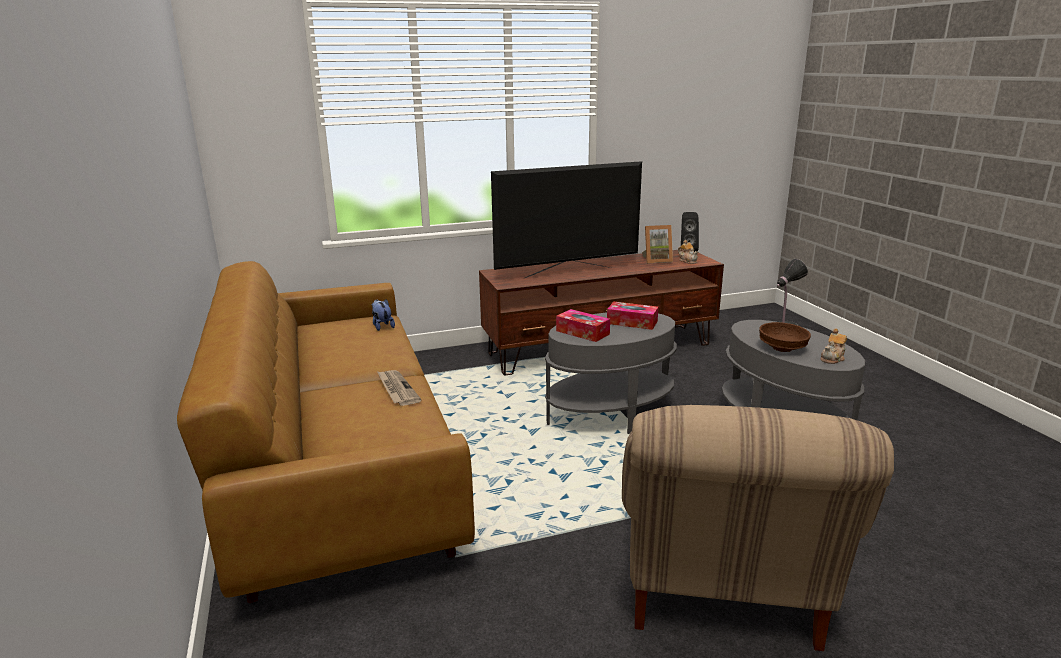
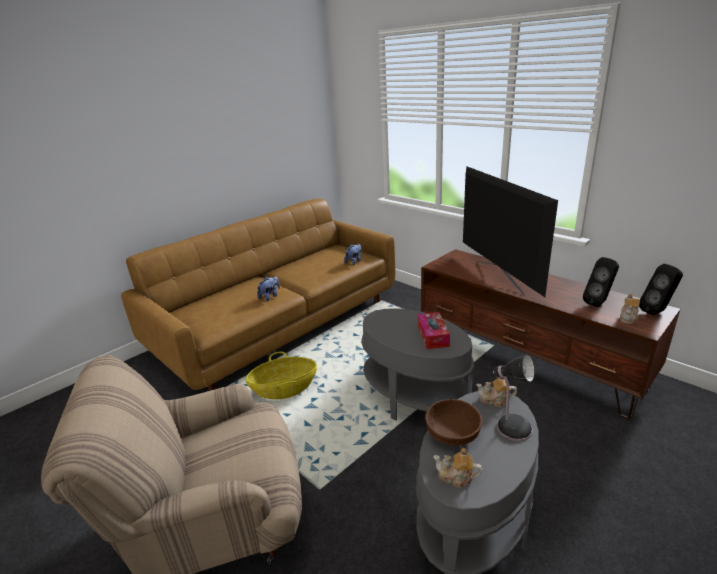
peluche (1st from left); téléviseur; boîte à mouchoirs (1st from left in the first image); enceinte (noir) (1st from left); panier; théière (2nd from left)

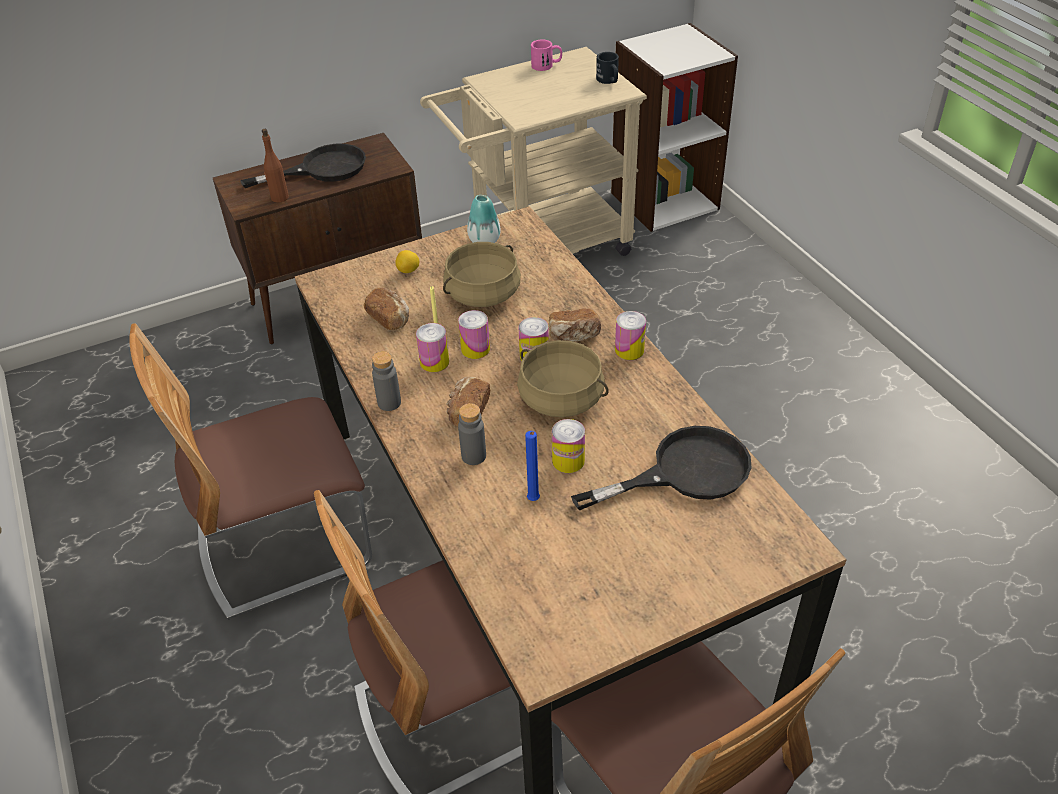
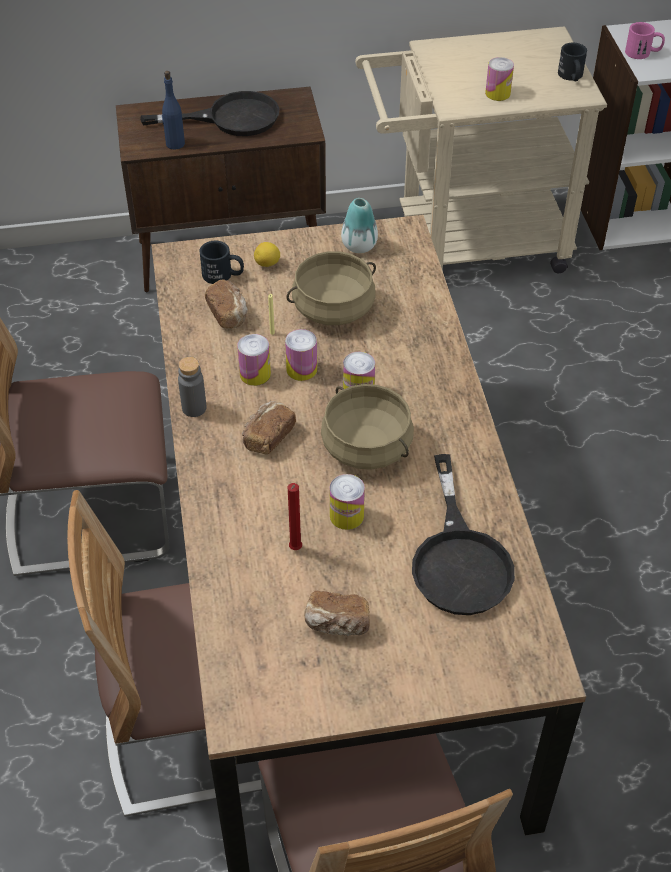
bouteille (bleu); bouteille (gris) (2nd from left in the first image); bougie (rouge); mug (rose); pain (3rd from left); poêle (noir) (2nd from left); boîte métallique (5th from left); mug (noir) (1st from left)

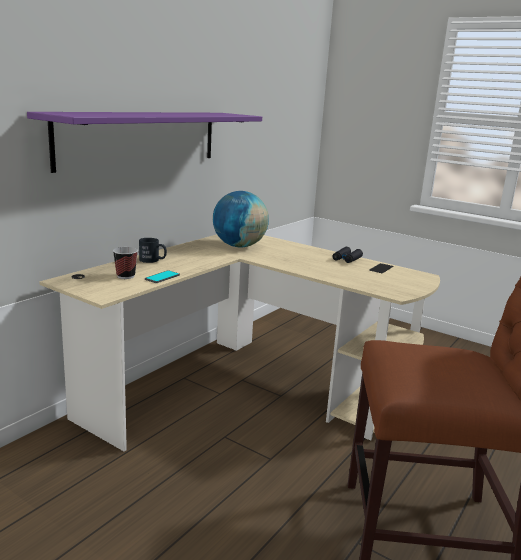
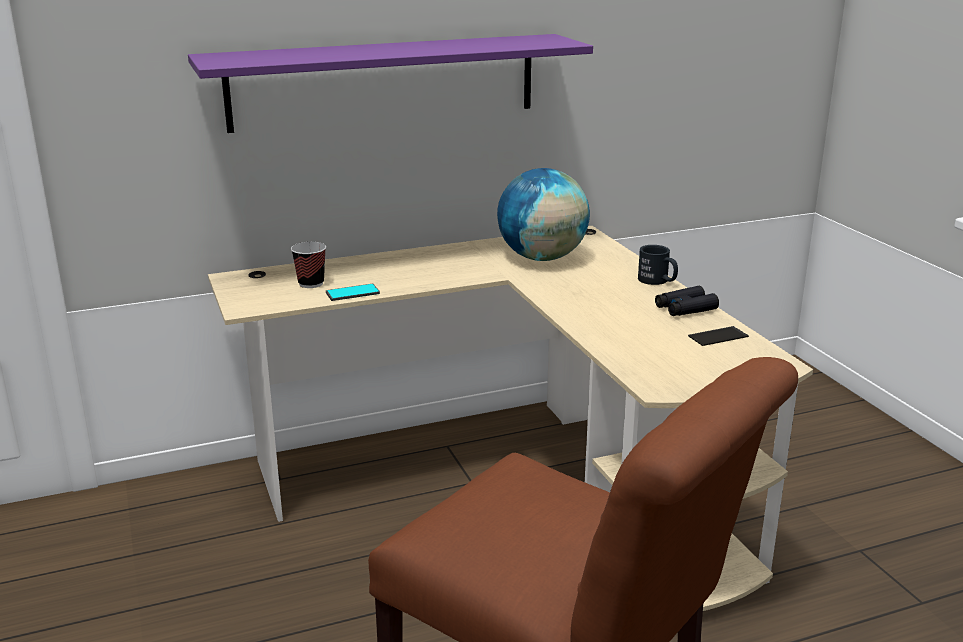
mug (noir)

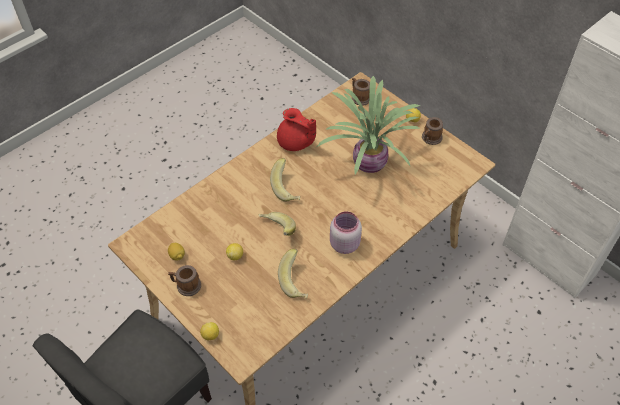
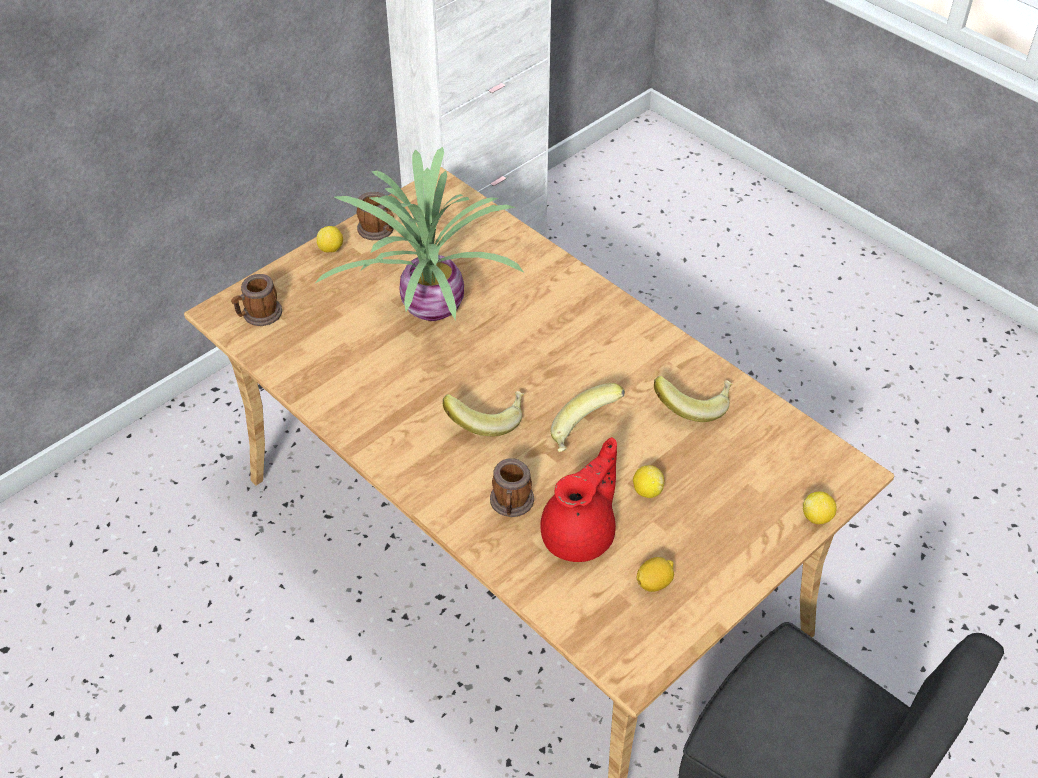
mug (3rd from left); théière (rouge); bocal (rose)

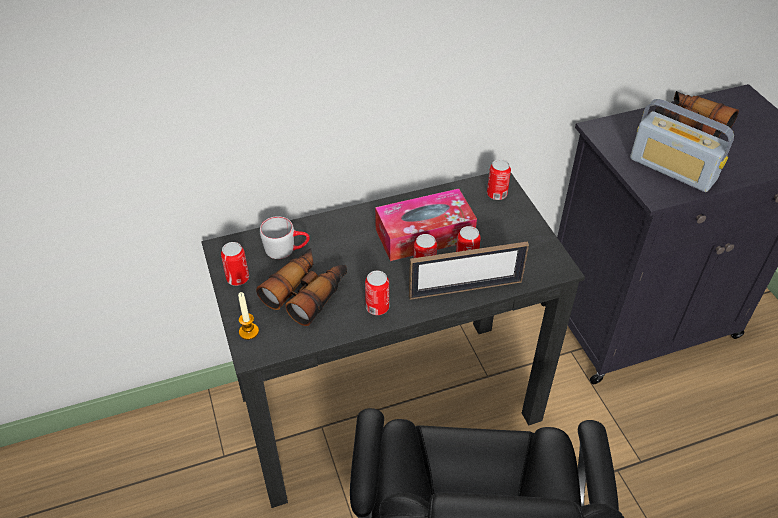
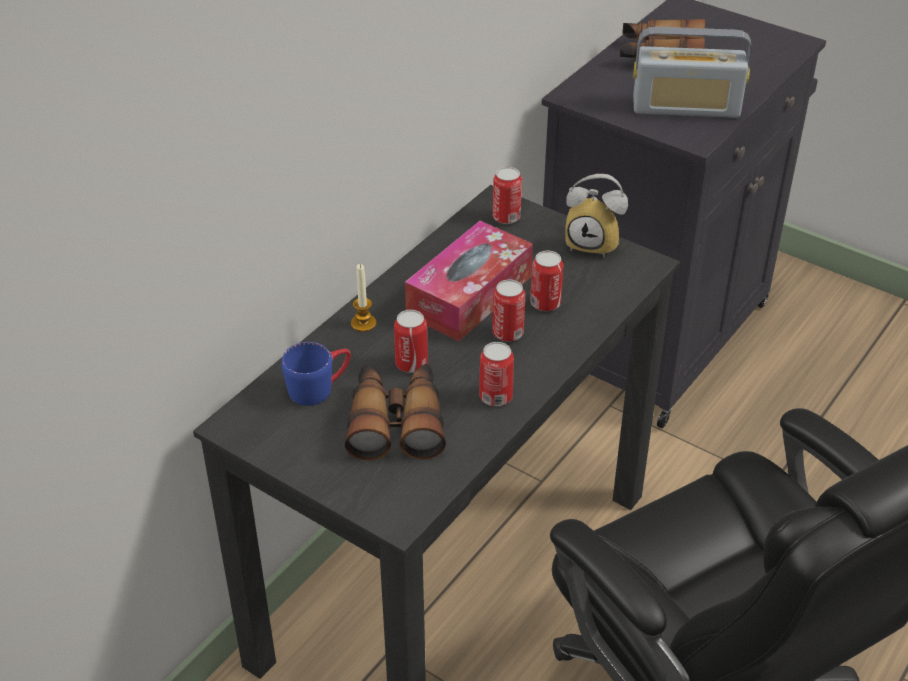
boîte métallique (1st from left); bougie; mug (bleu); cadre photo; réveil

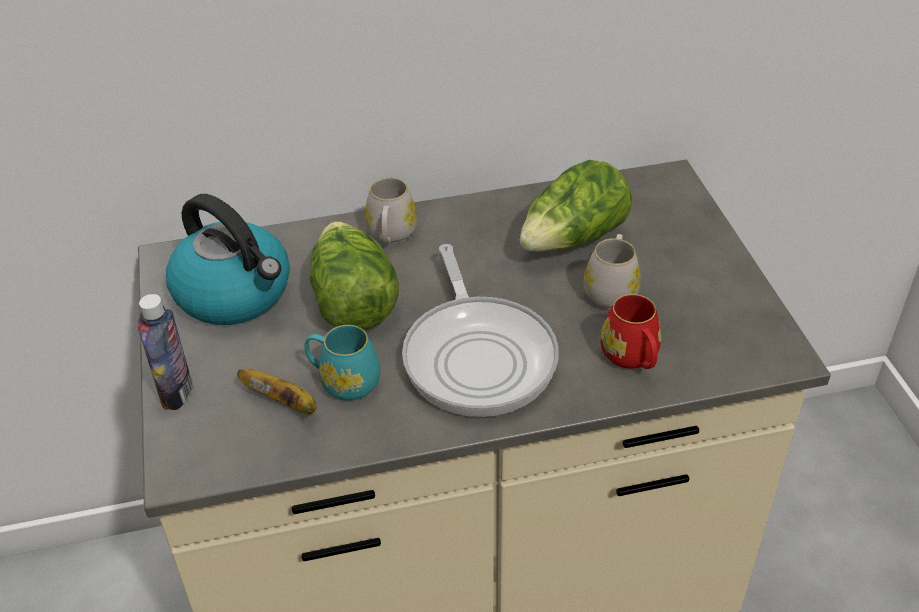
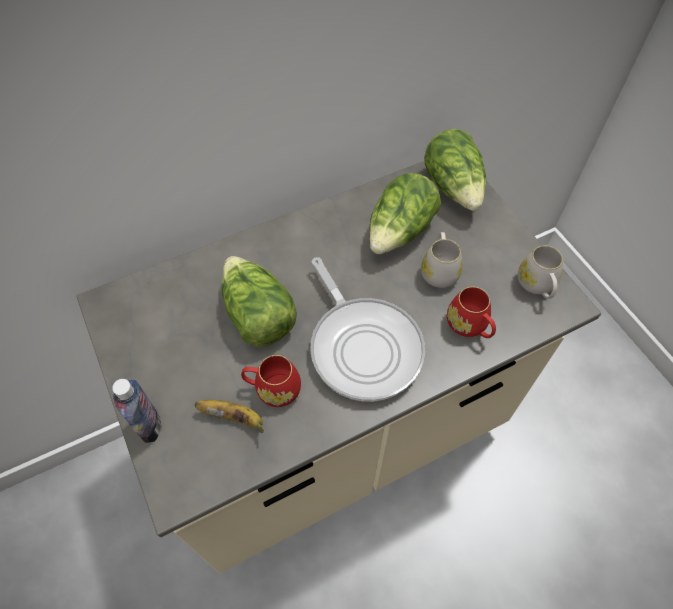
bouilloire; mug (rouge) (1st from left); mug (blanc) (2nd from left); laitue (3rd from left)

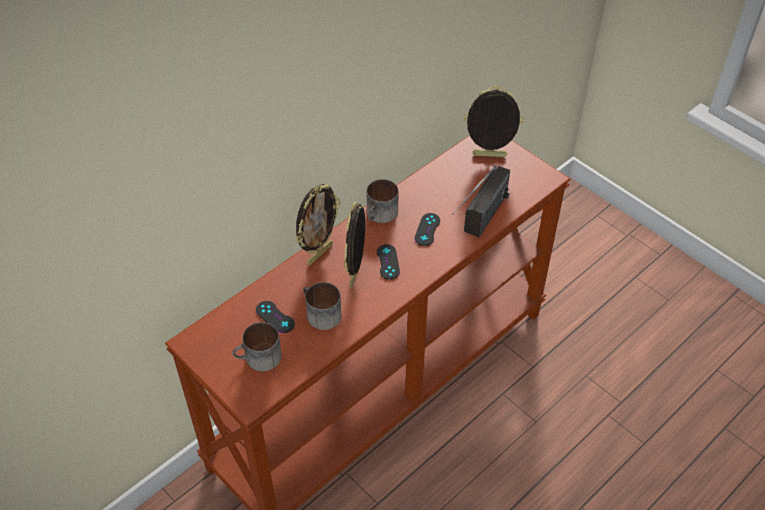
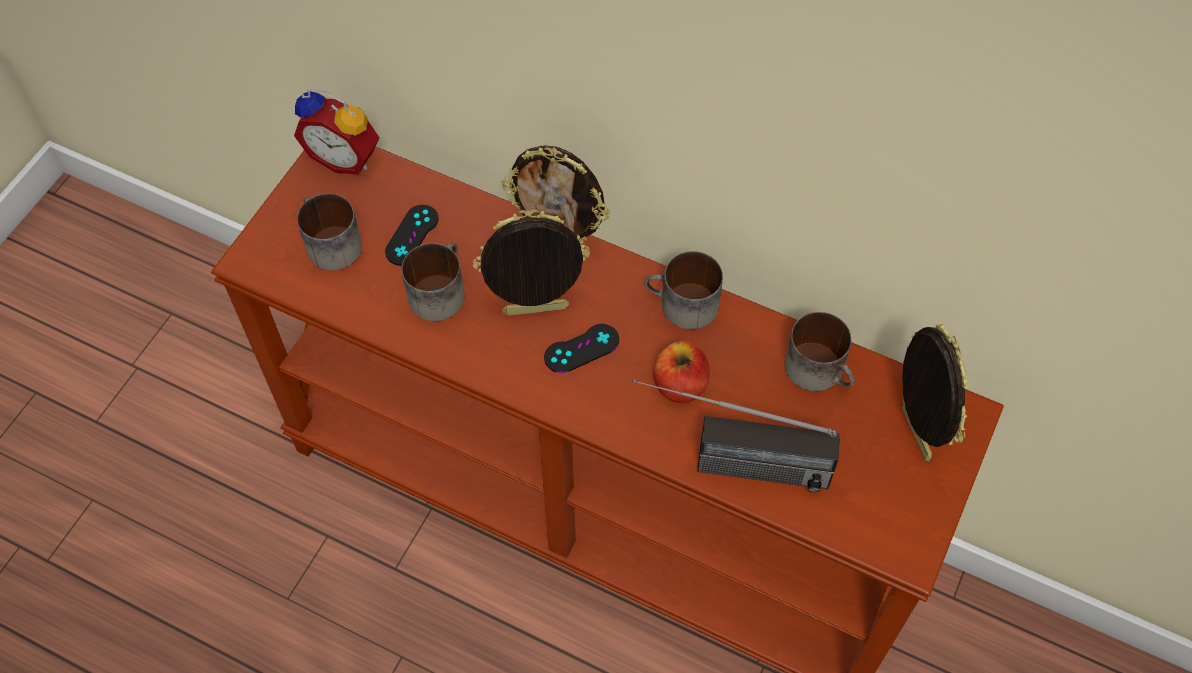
pomme; réveil; mug (4th from left)

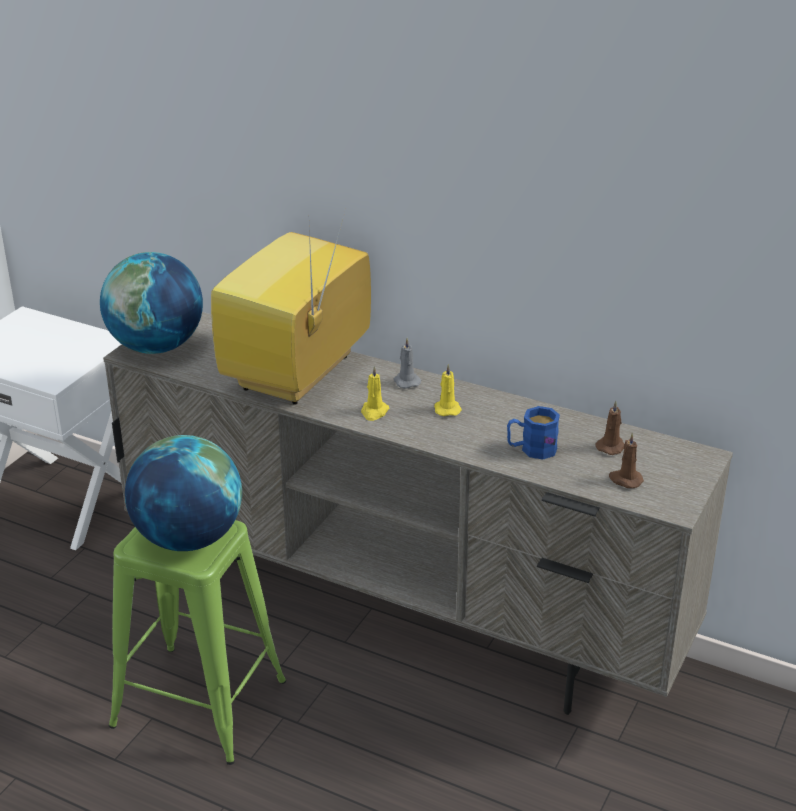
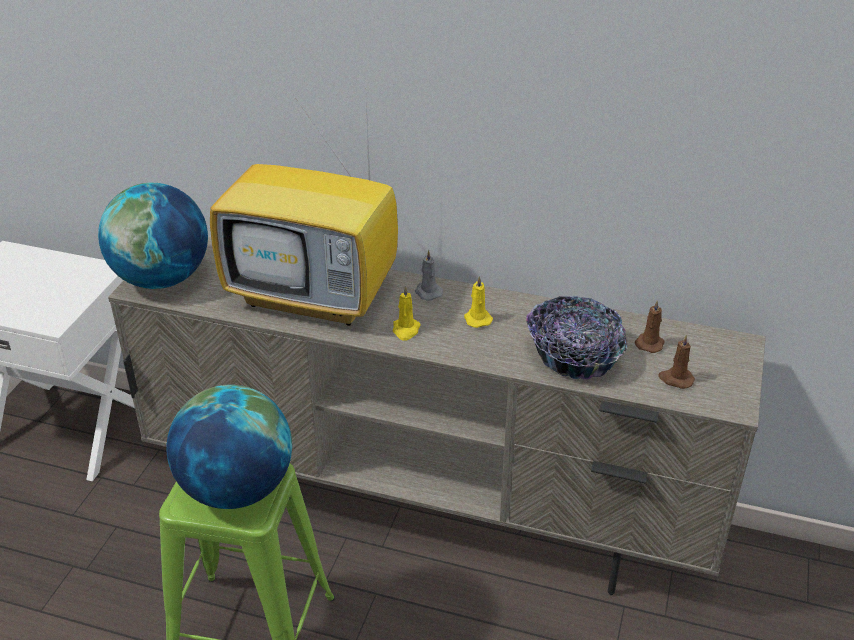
téléviseur; bol

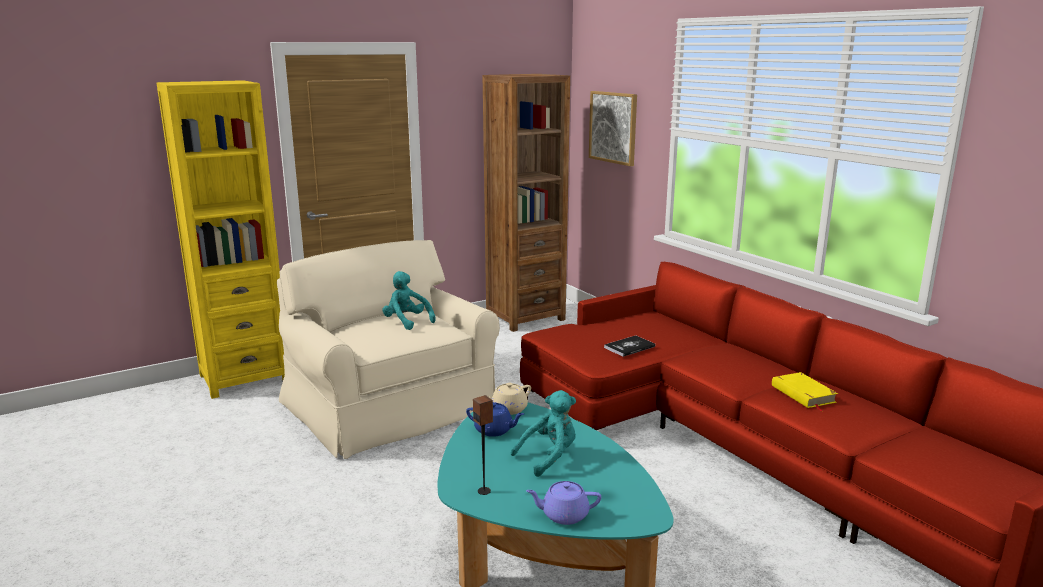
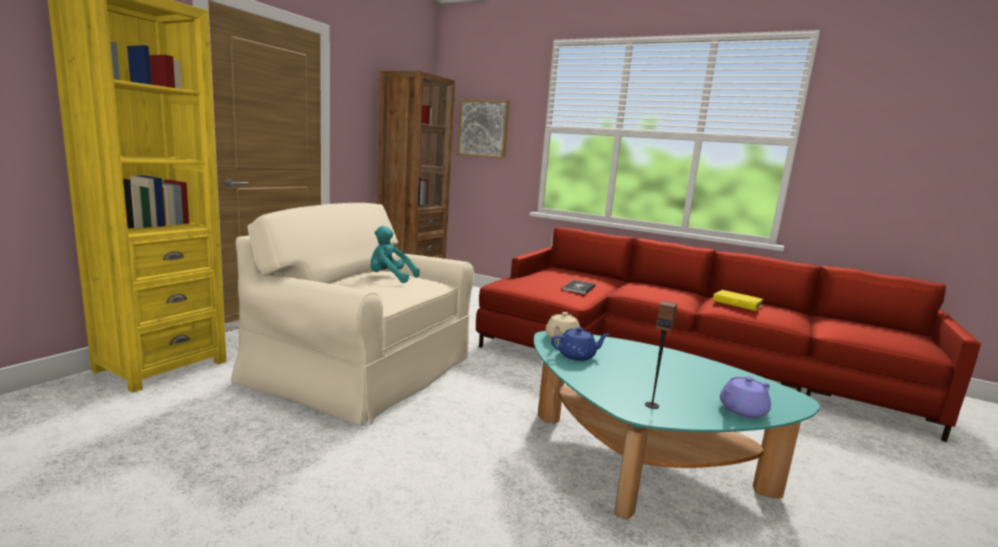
peluche (turquoise) (2nd from left in the first image)

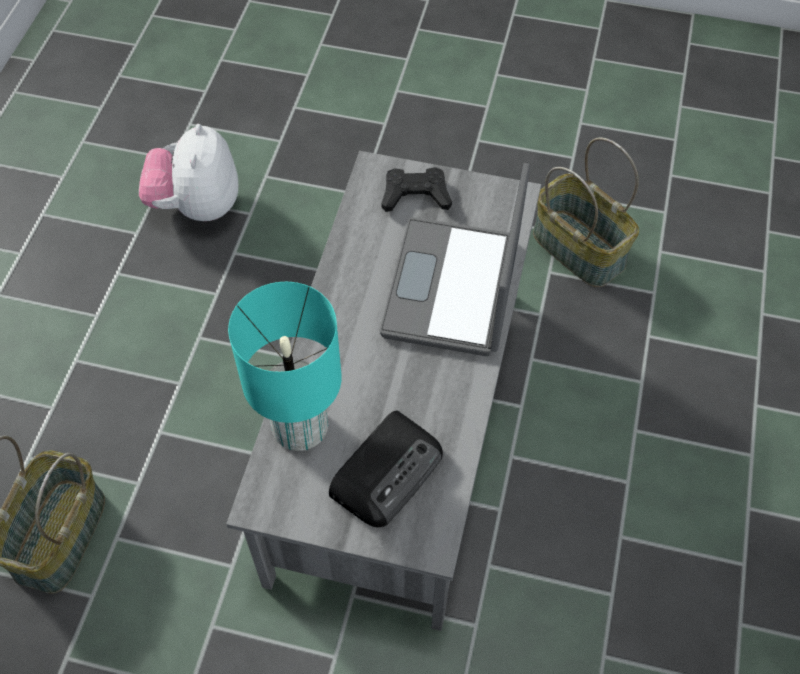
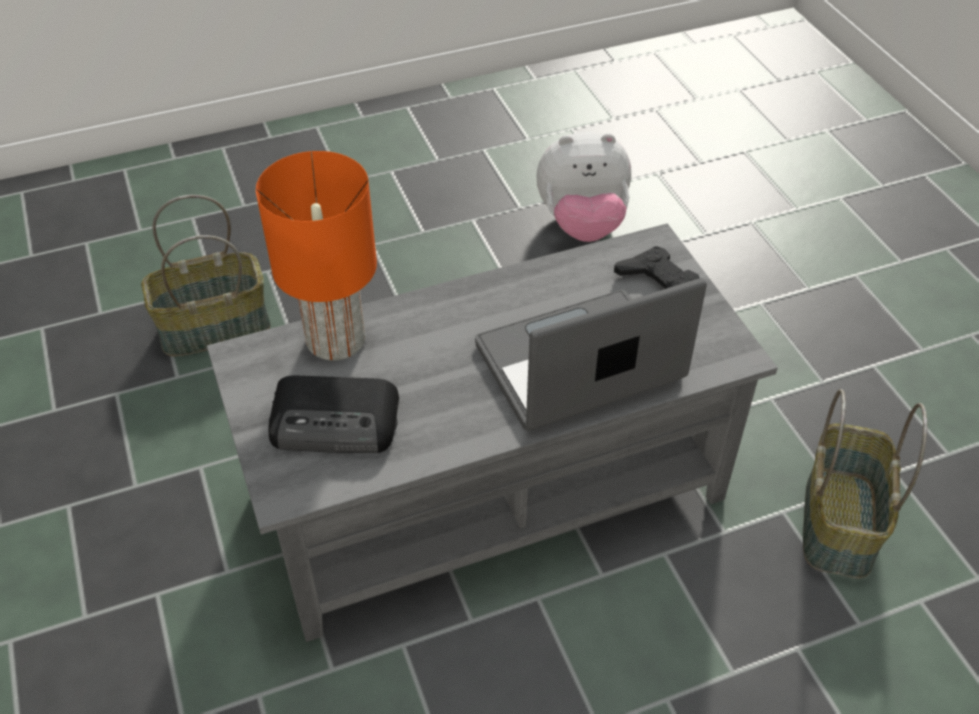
peluche; lampe de table (orange)

